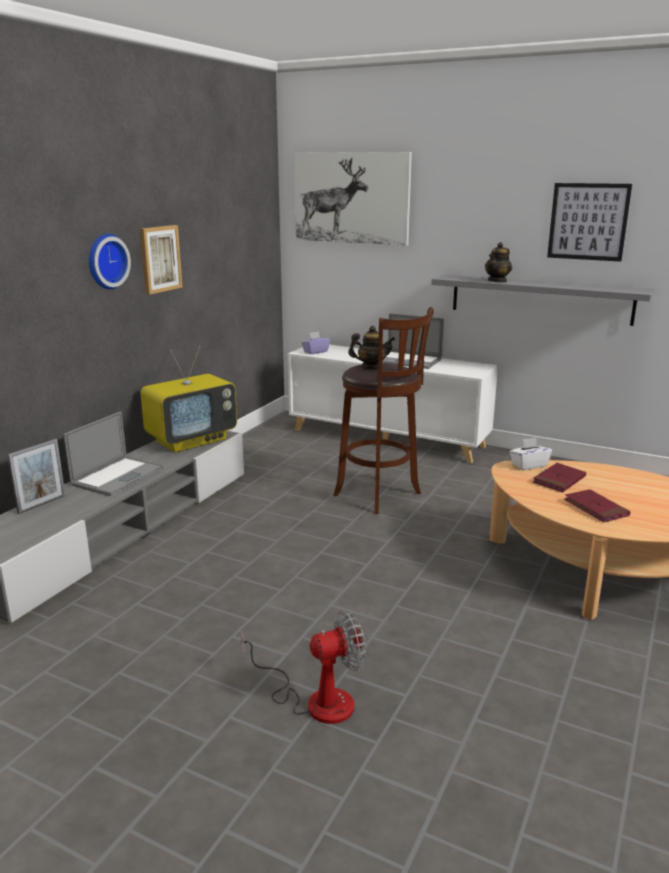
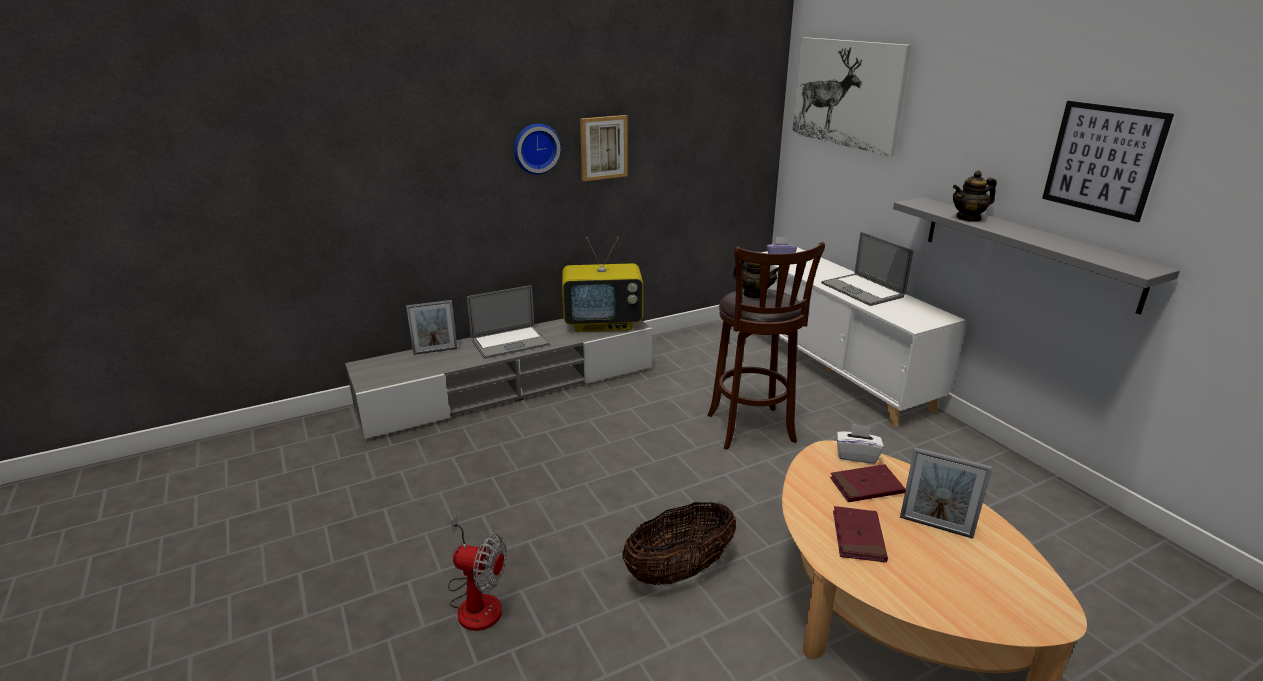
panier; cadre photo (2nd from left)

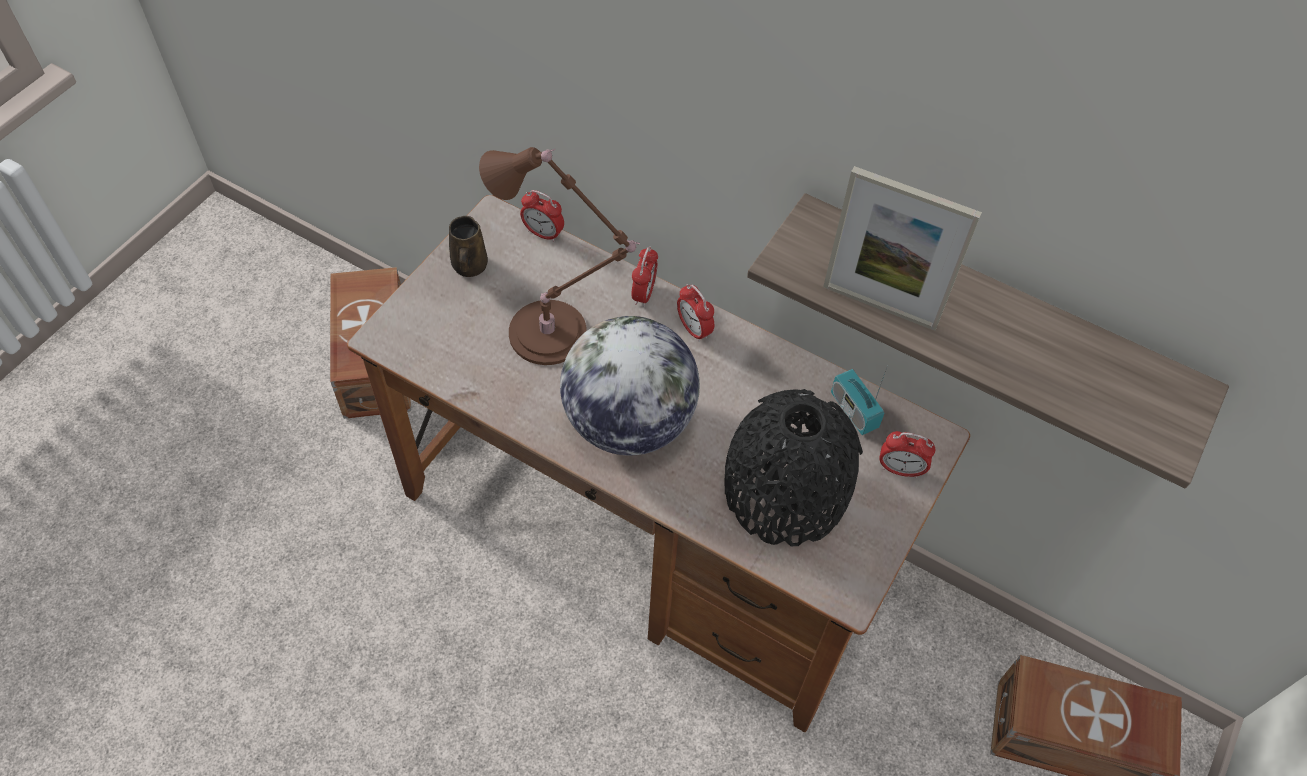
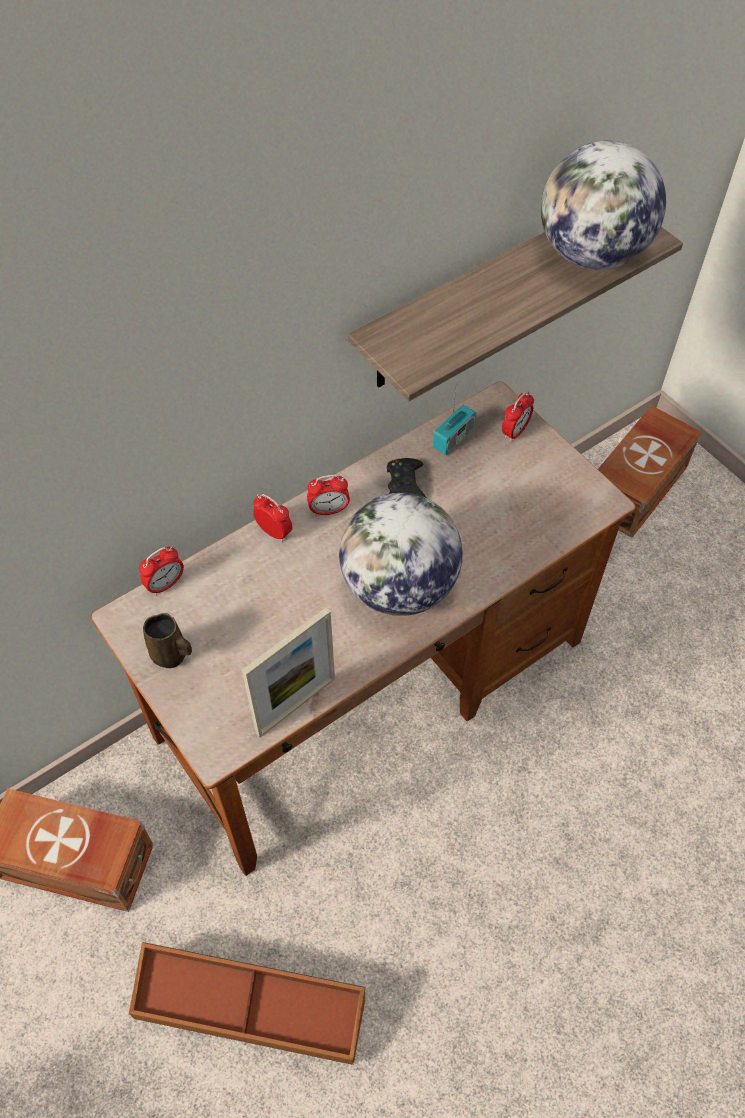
lampe de table (marron); vase (noir); cadre photo; radio; boîte de rangement (marron) (2nd from left); manette (noir); globe (2nd from left)

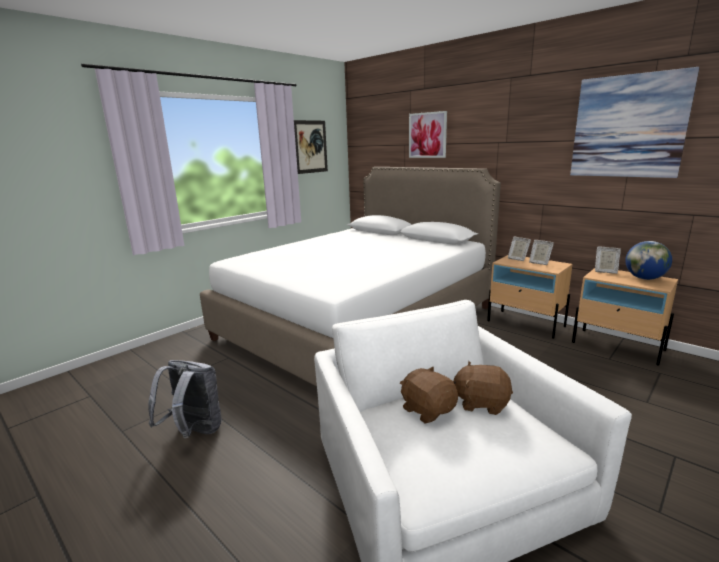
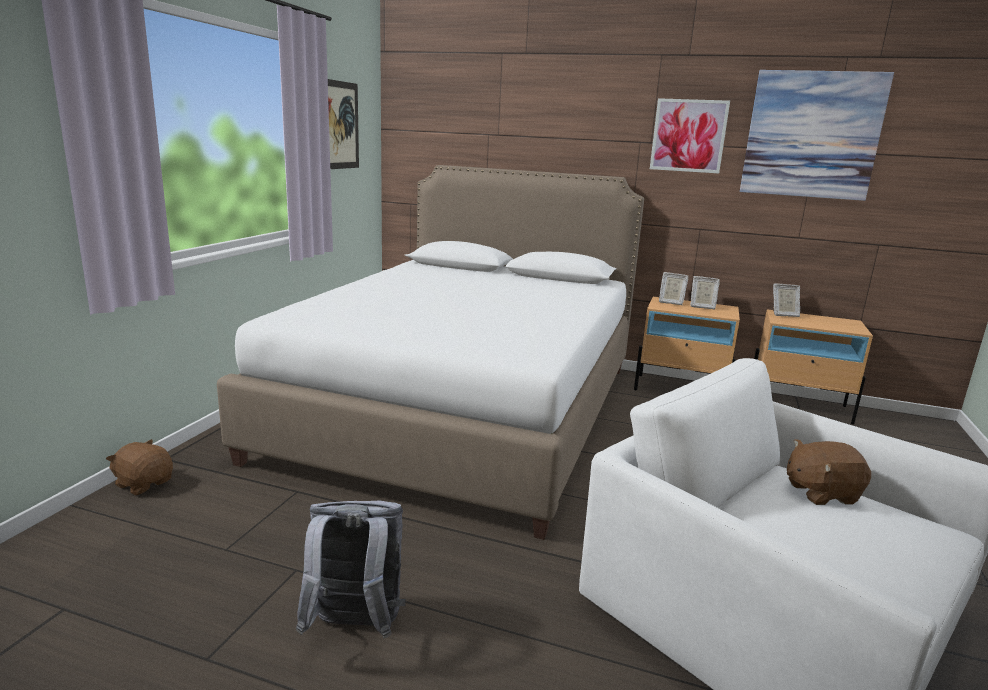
peluche (marron) (1st from left); tableau (2nd from left); globe

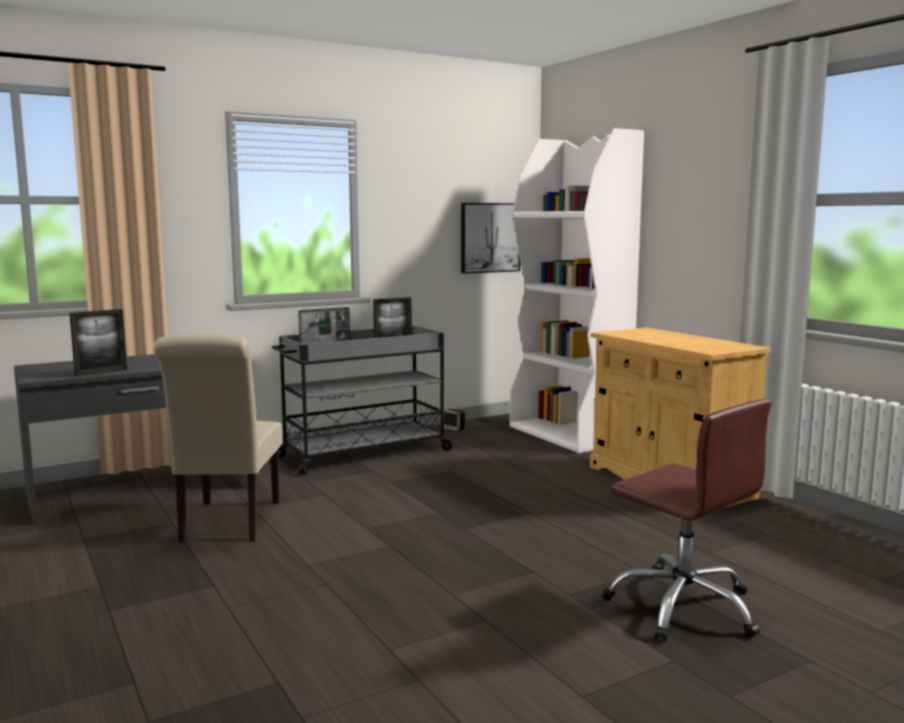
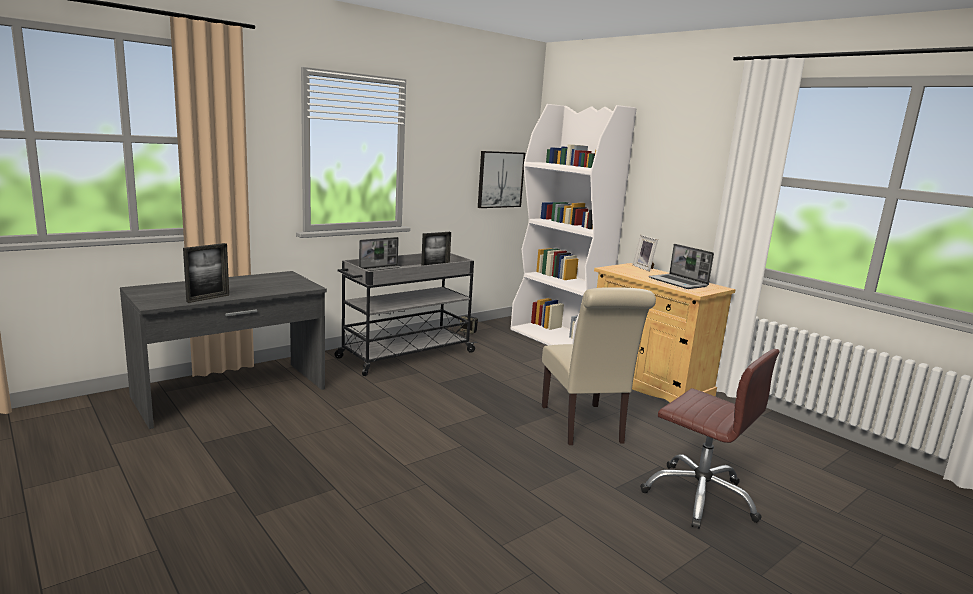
chaise (beige); cadre photo (3rd from left); ordinateur portable (2nd from left)

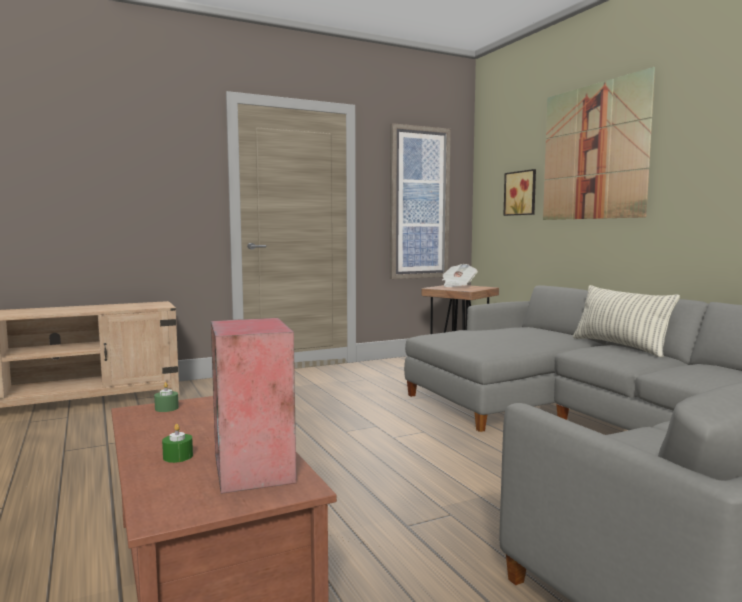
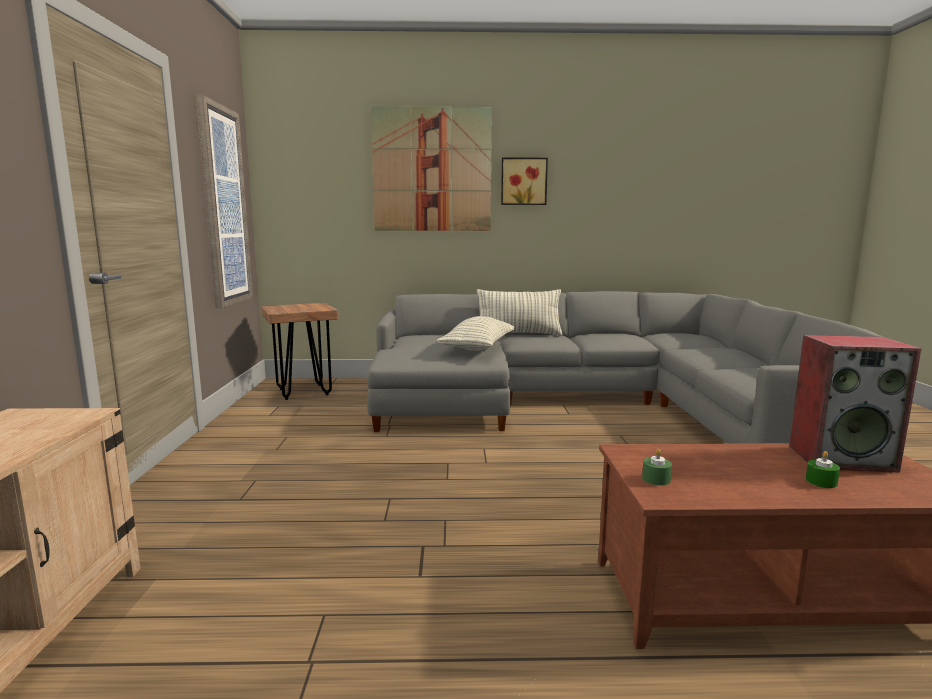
journal; tableau (3rd from left); coussin (1st from left)

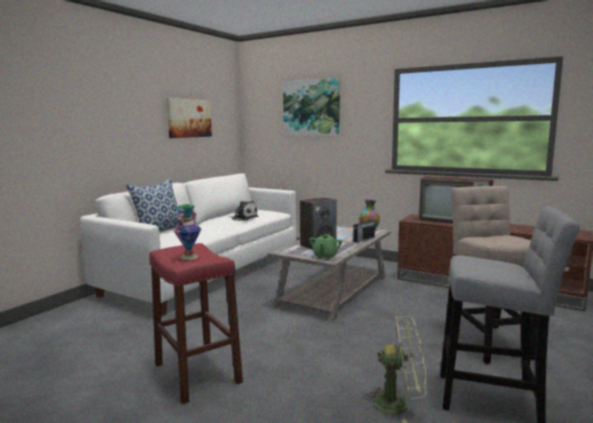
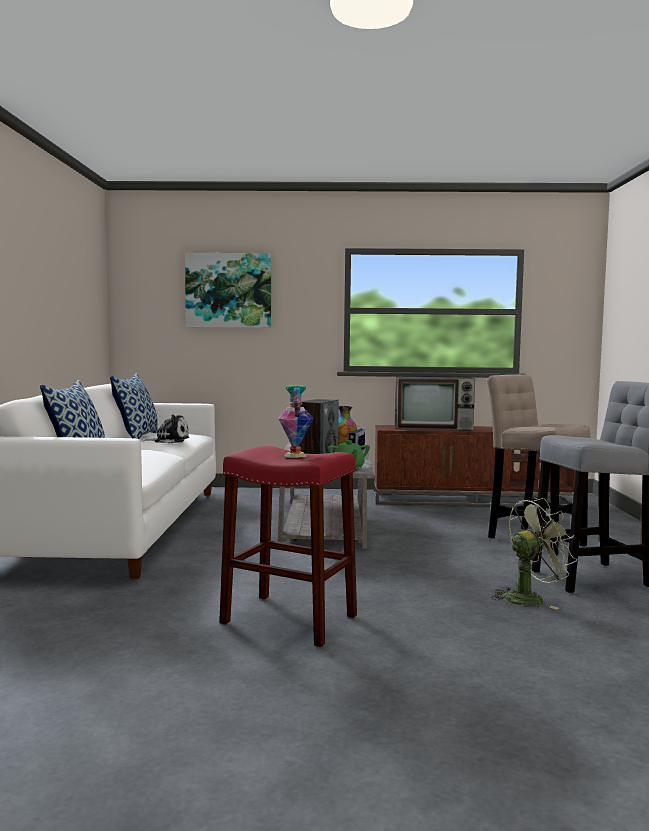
tableau (1st from left in the first image); coussin (2nd from left)

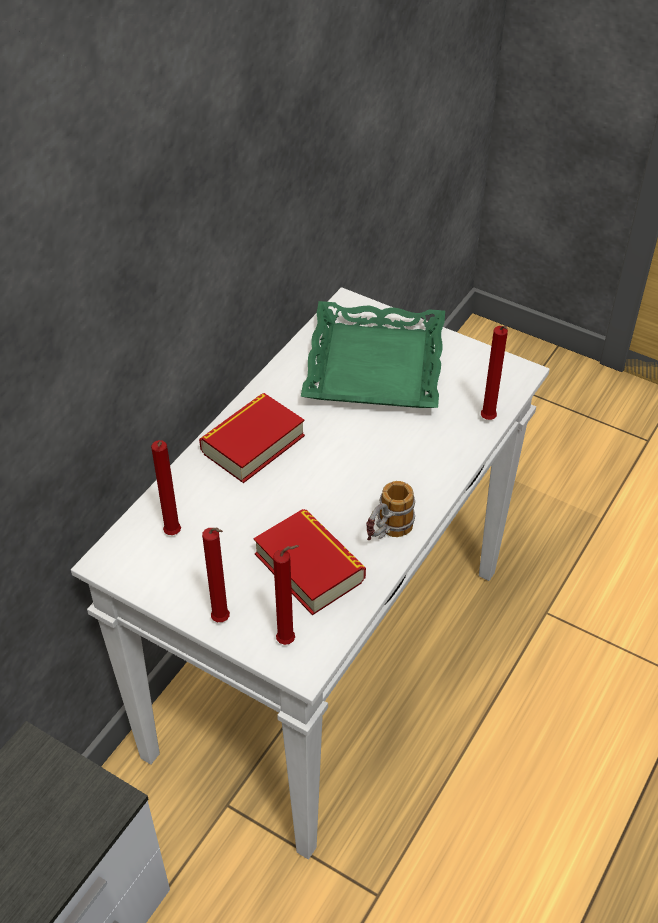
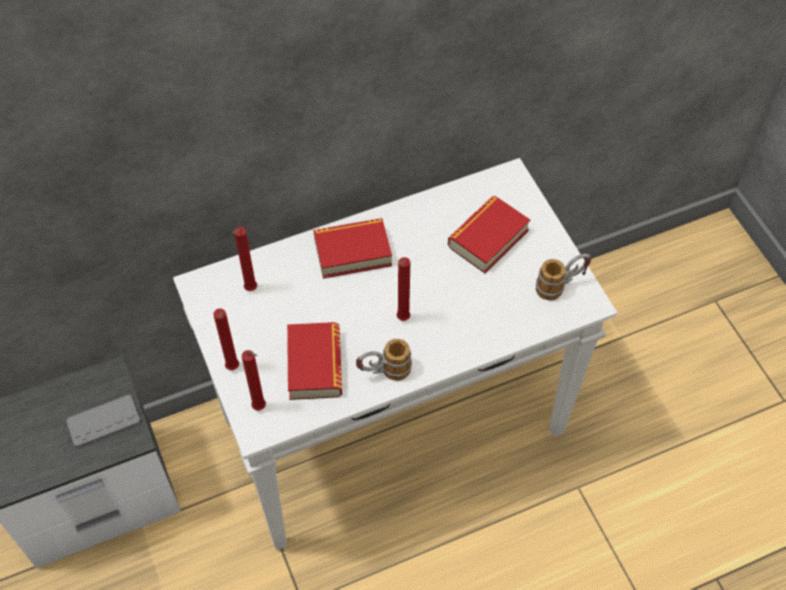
livre (3rd from left); bougie (rouge) (4th from left); manette (gris); mug (2nd from left)

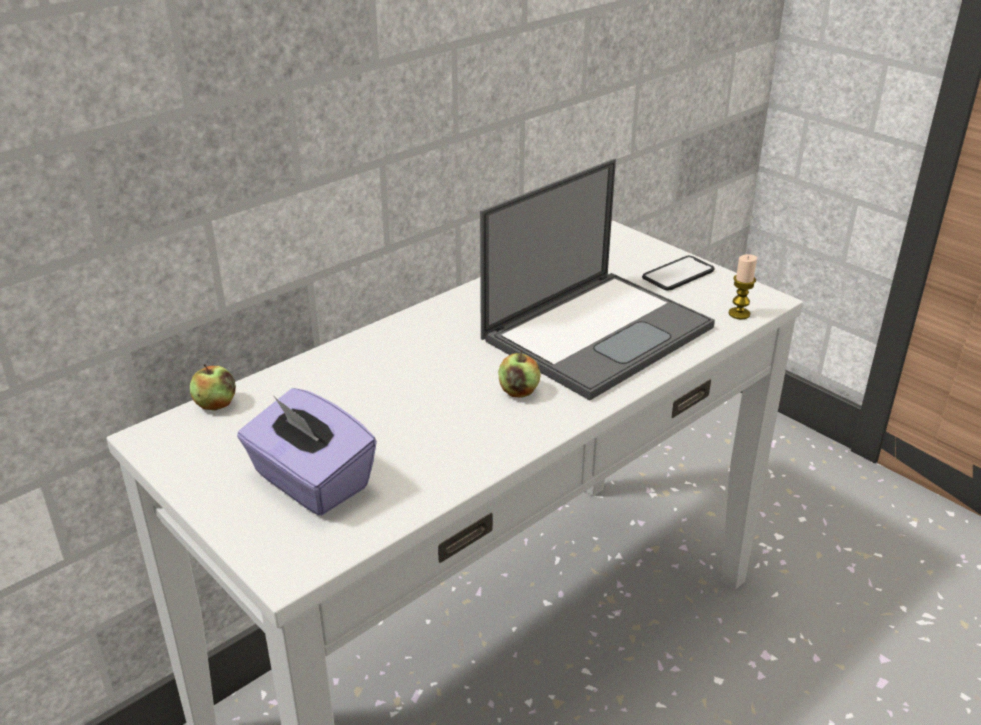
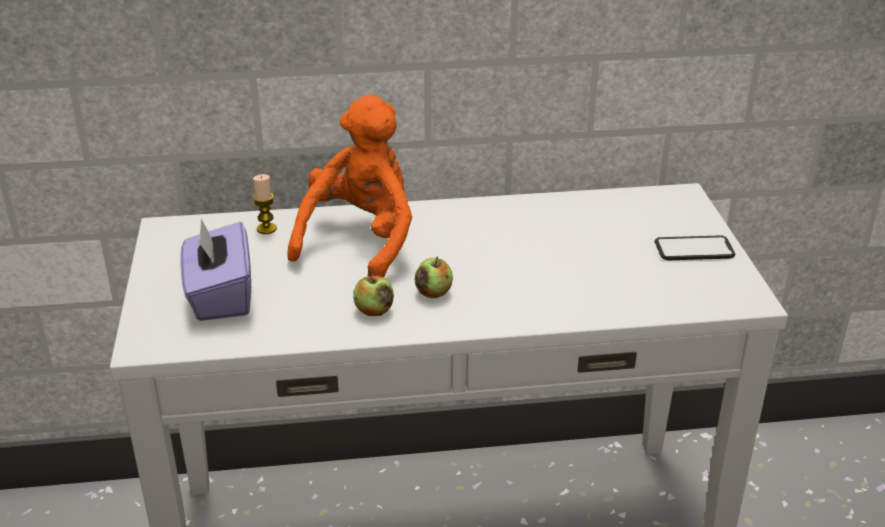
pomme (1st from left); ordinateur portable; bougie; peluche (orange)

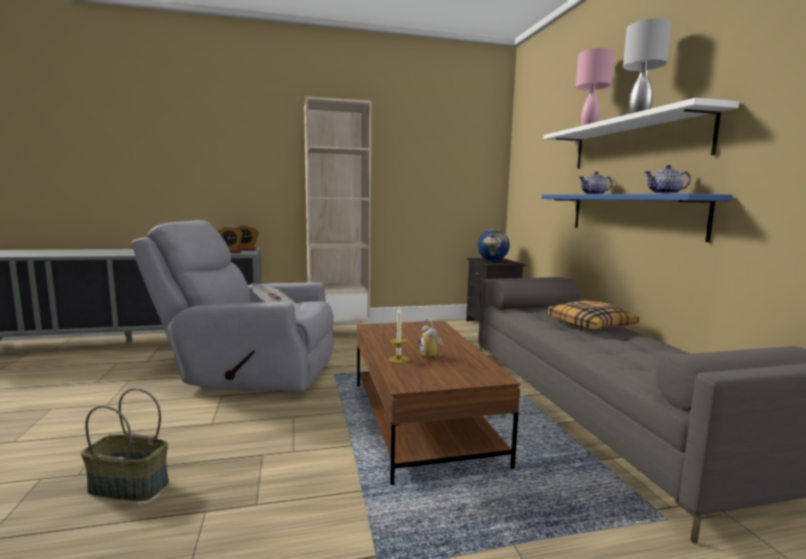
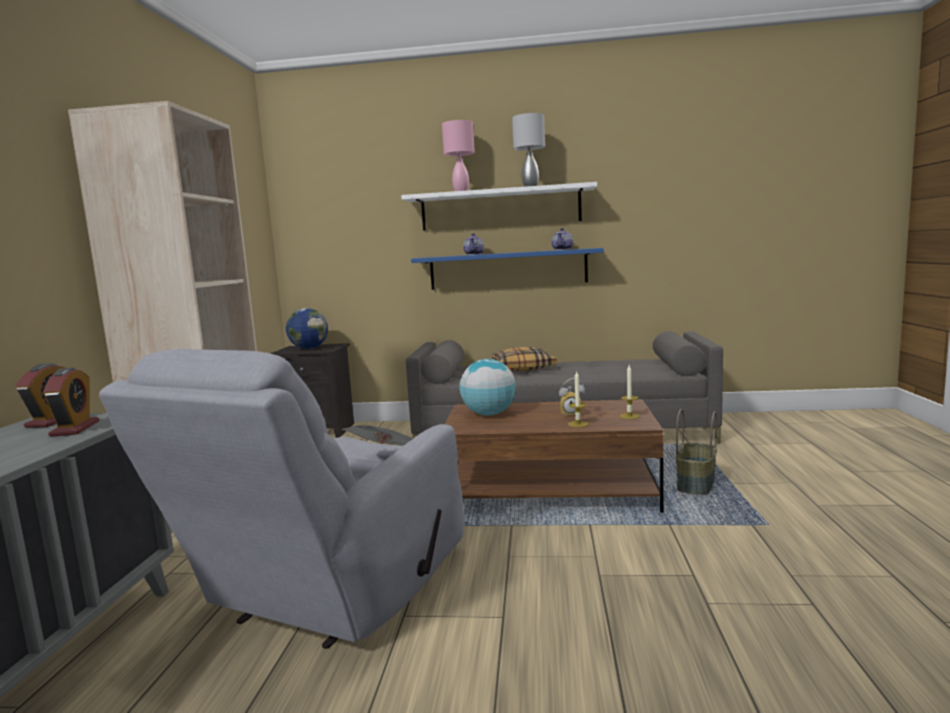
panier; globe (2nd from left); bougie (2nd from left)

